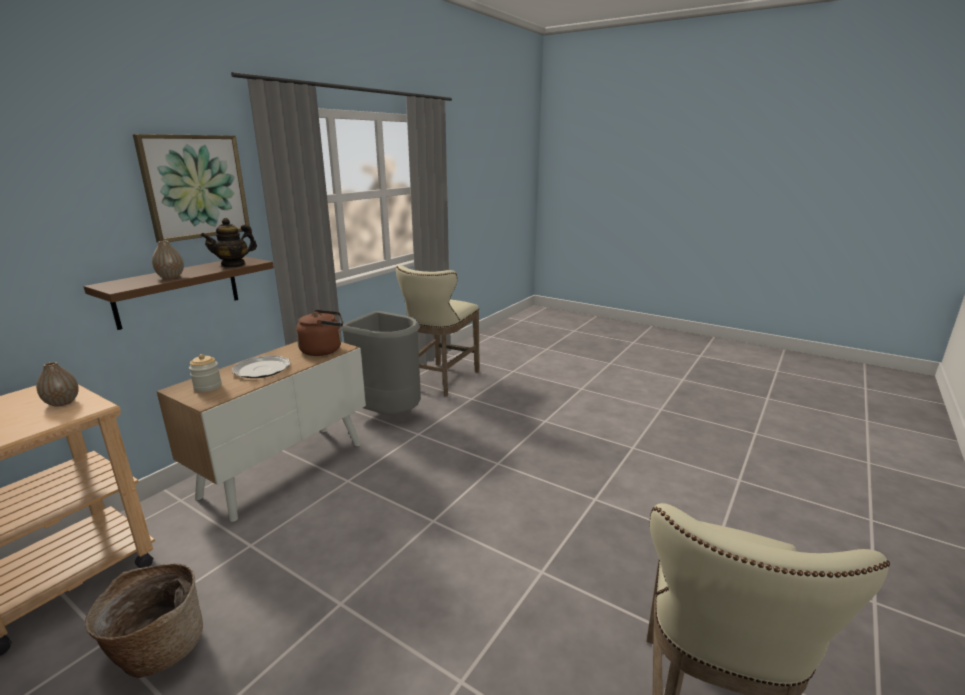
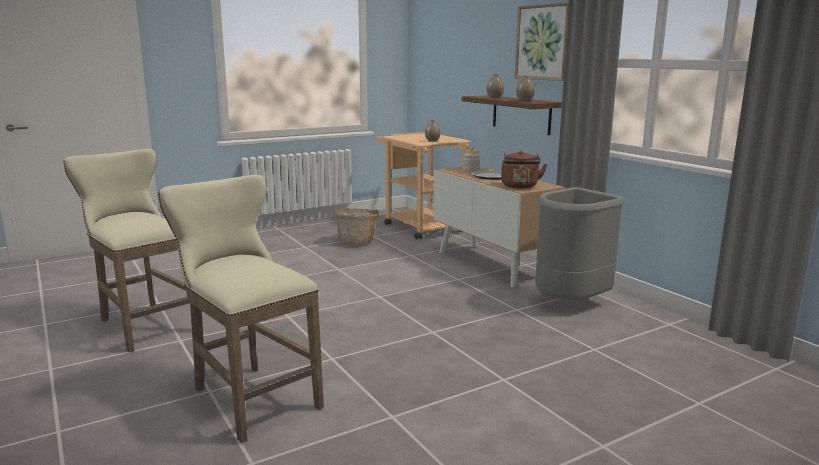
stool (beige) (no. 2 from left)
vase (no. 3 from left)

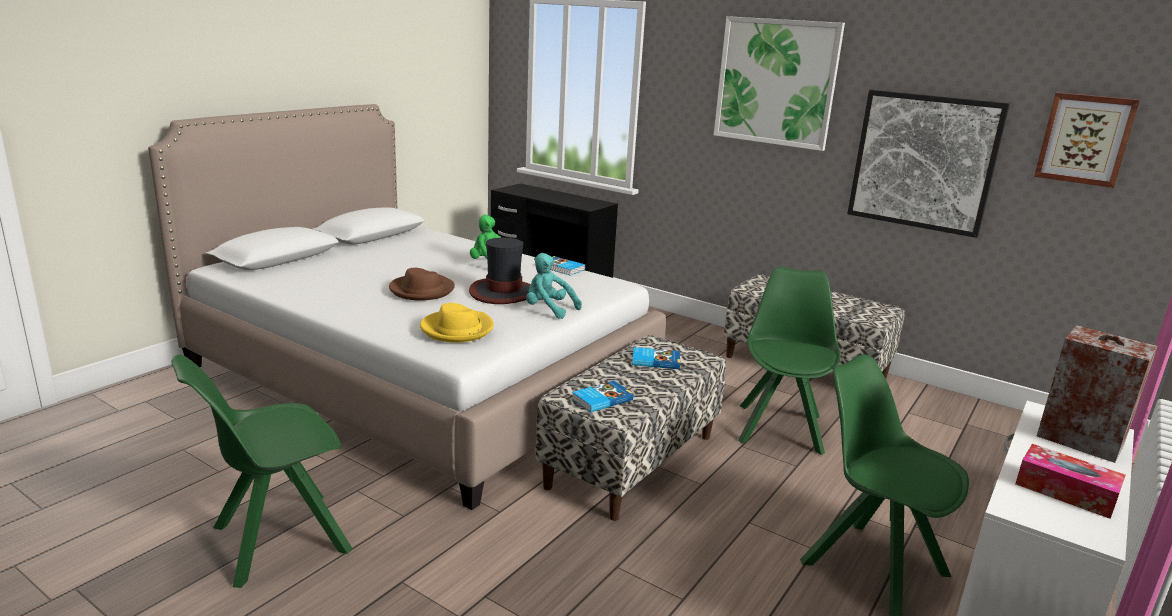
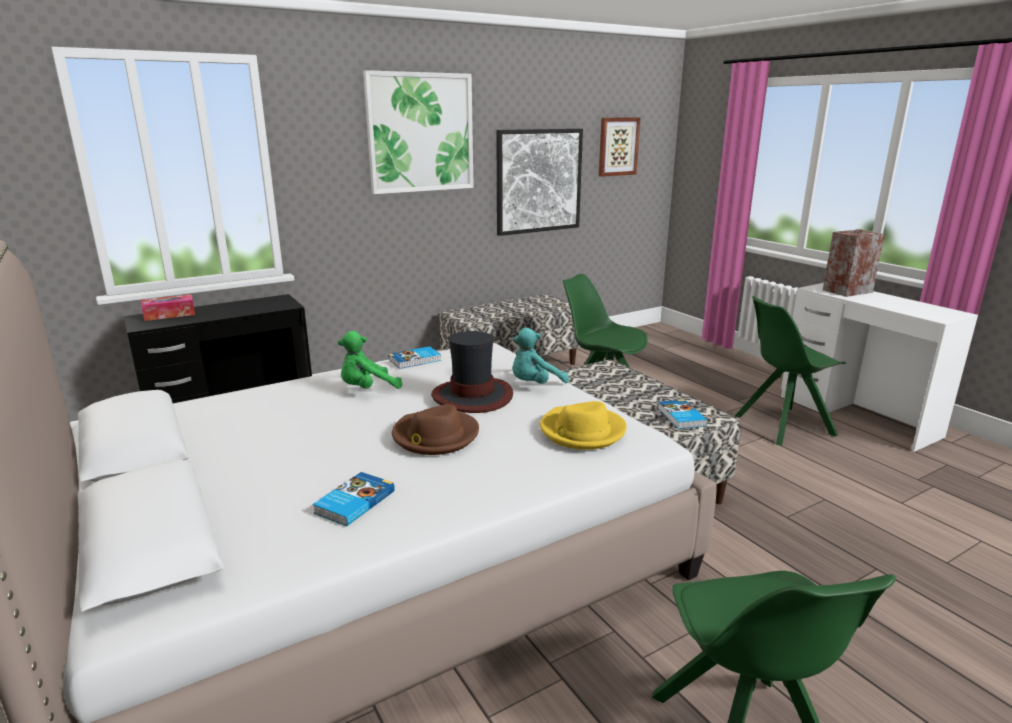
book (no. 1 from left)
tissue box

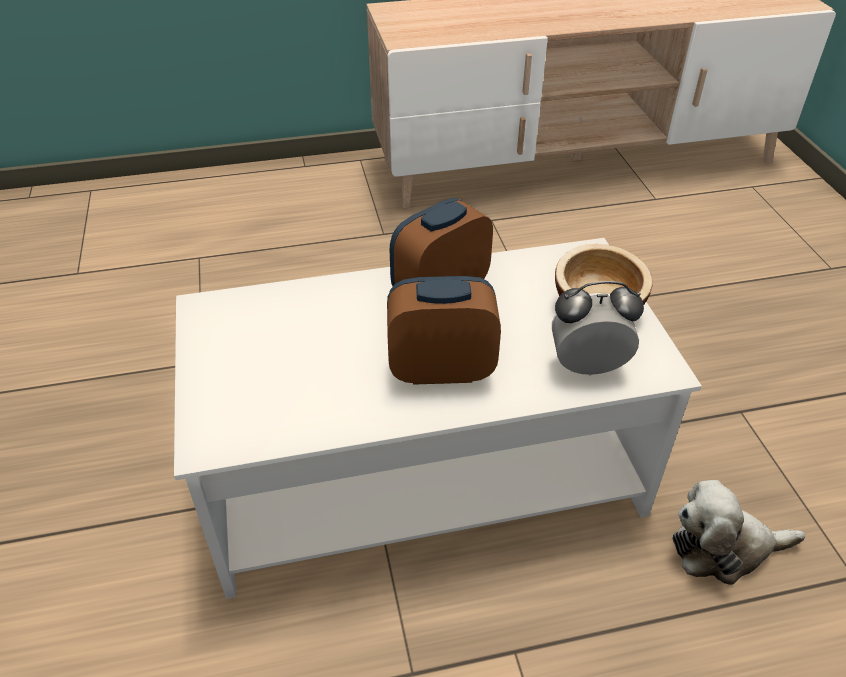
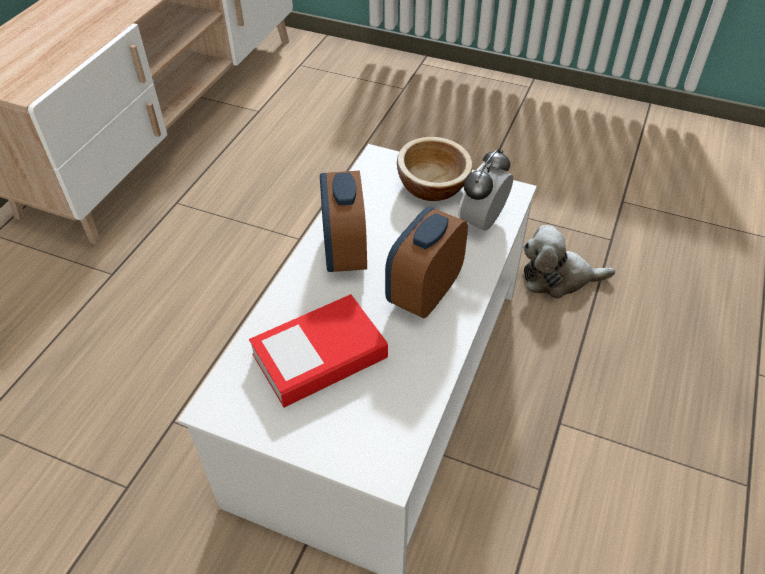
book
plush toy

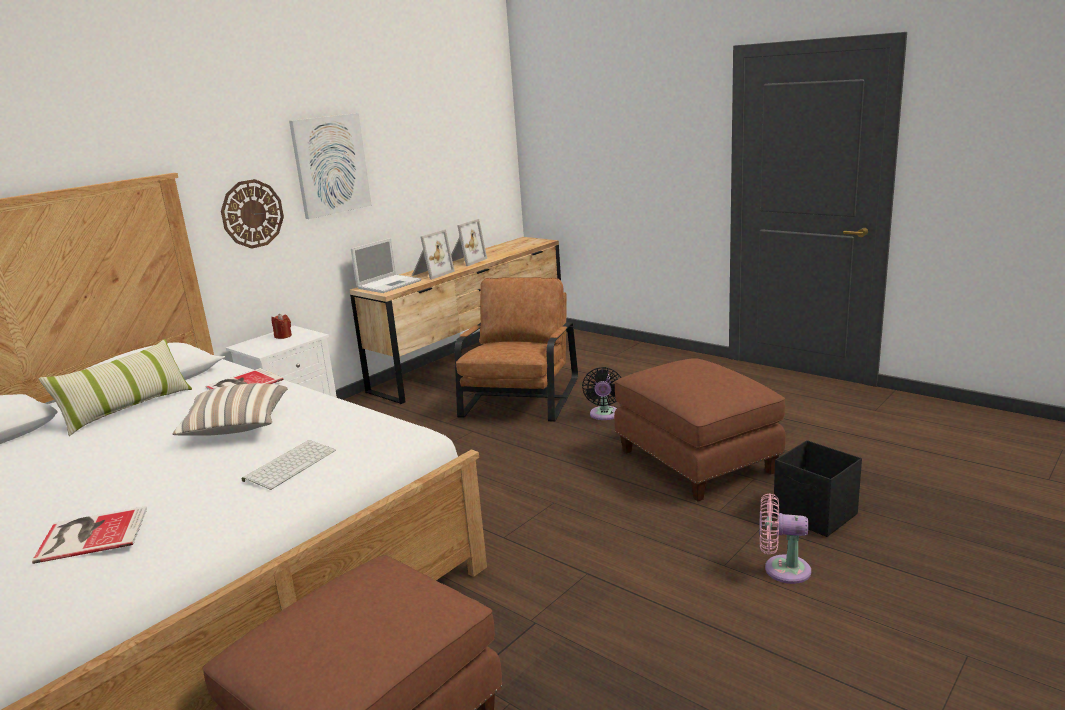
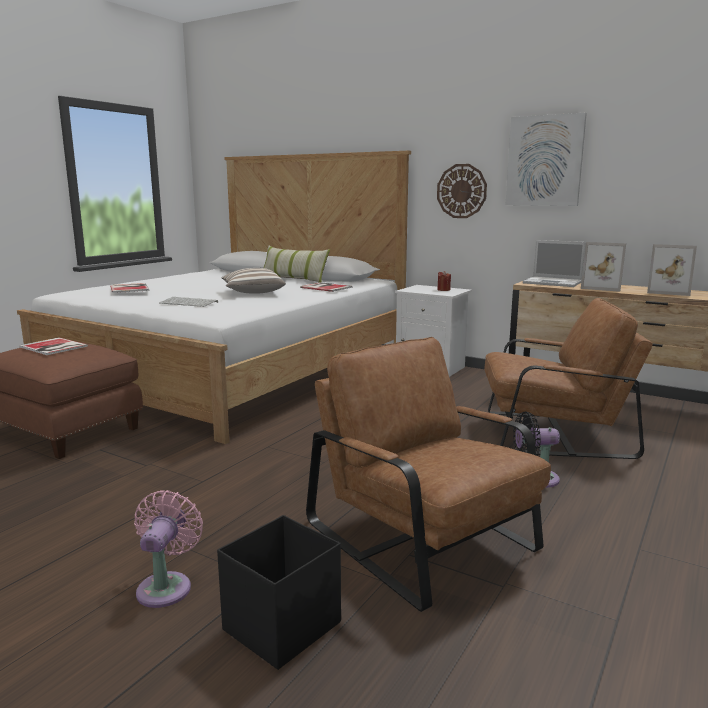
book (no. 1 from left)
armchair (brown) (no. 1 from left)

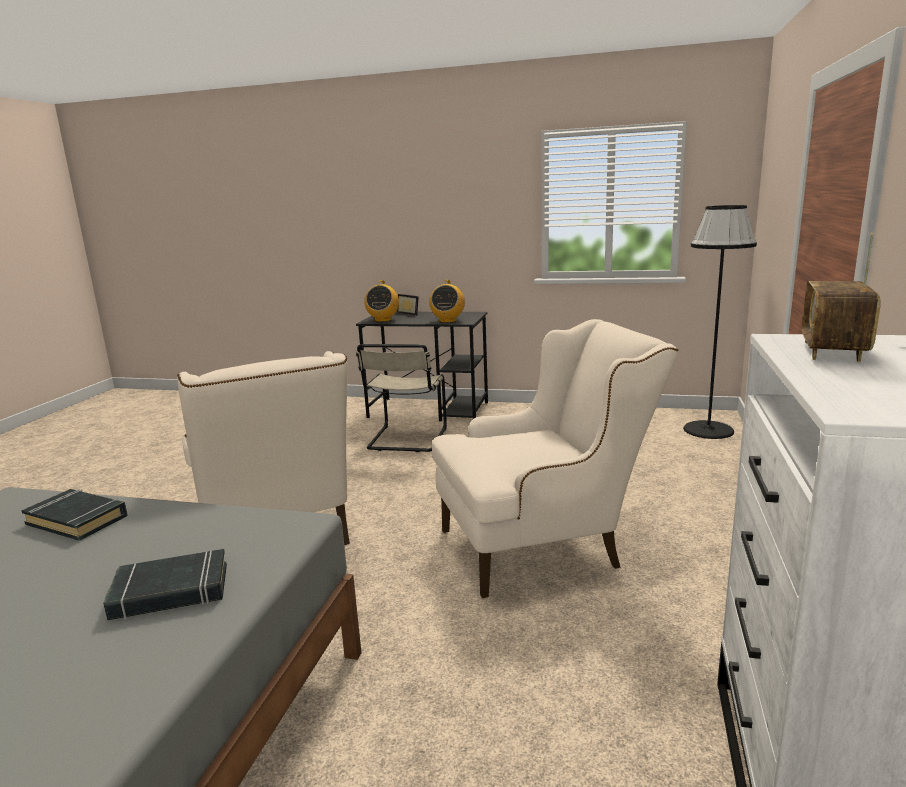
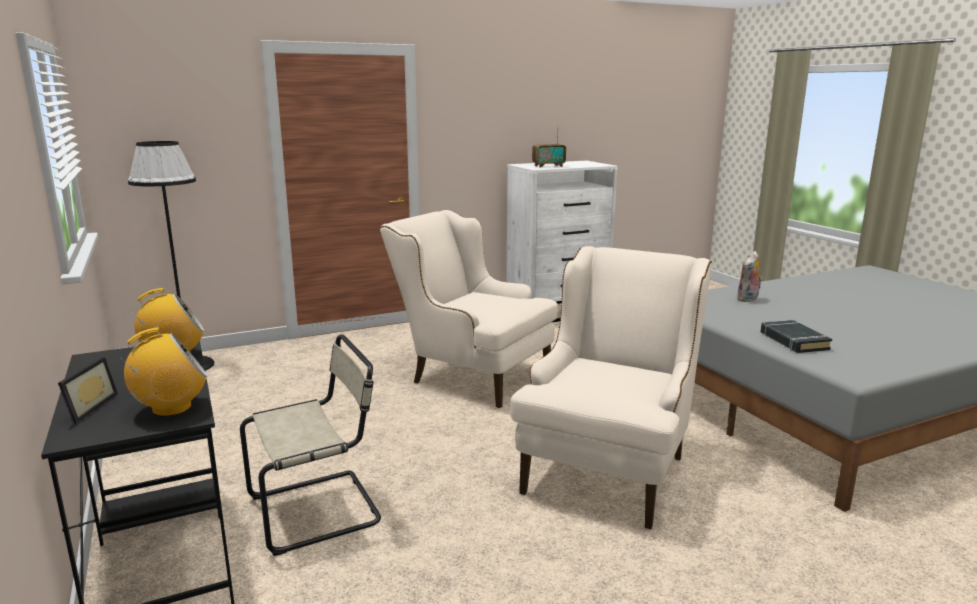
plush toy

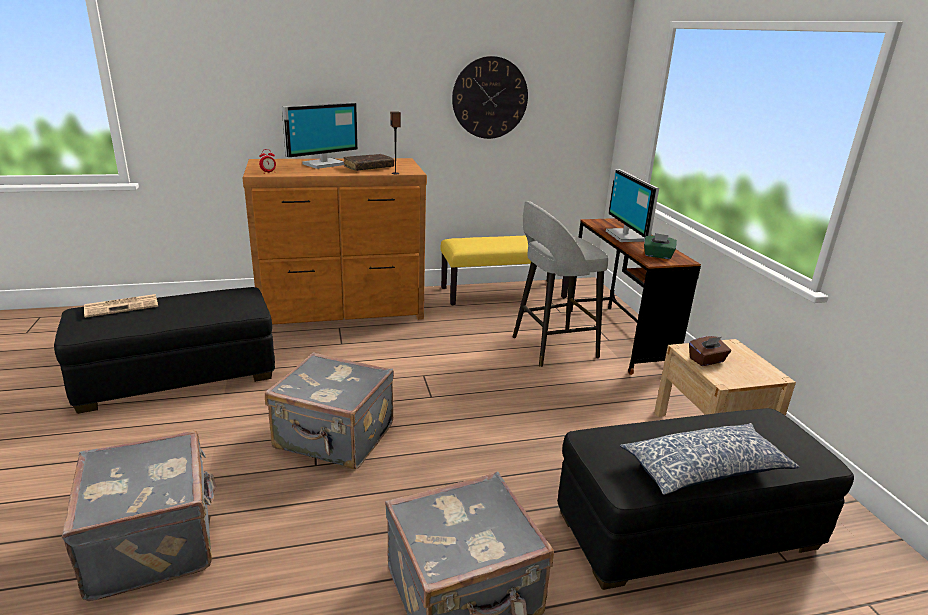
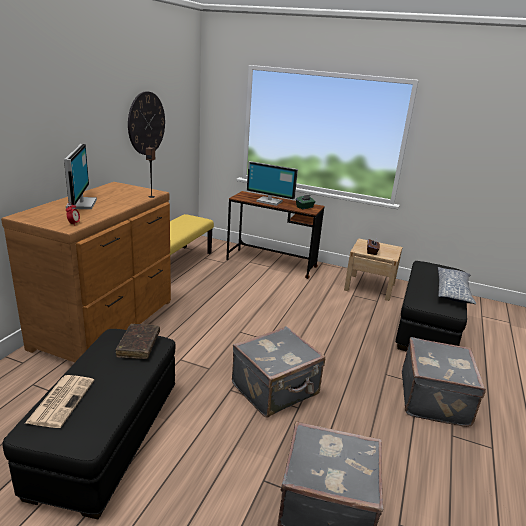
stool (grey)
book (brown)

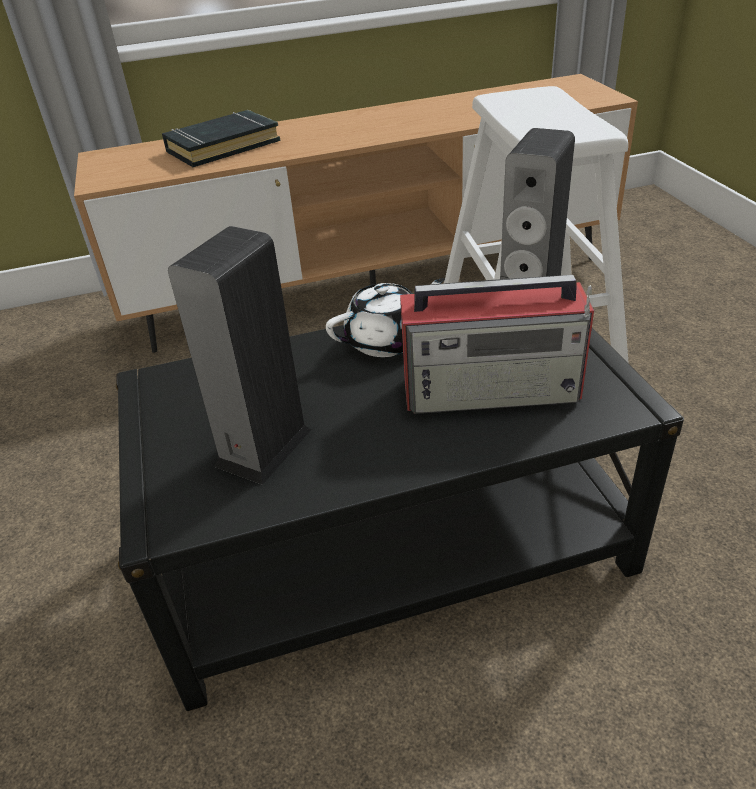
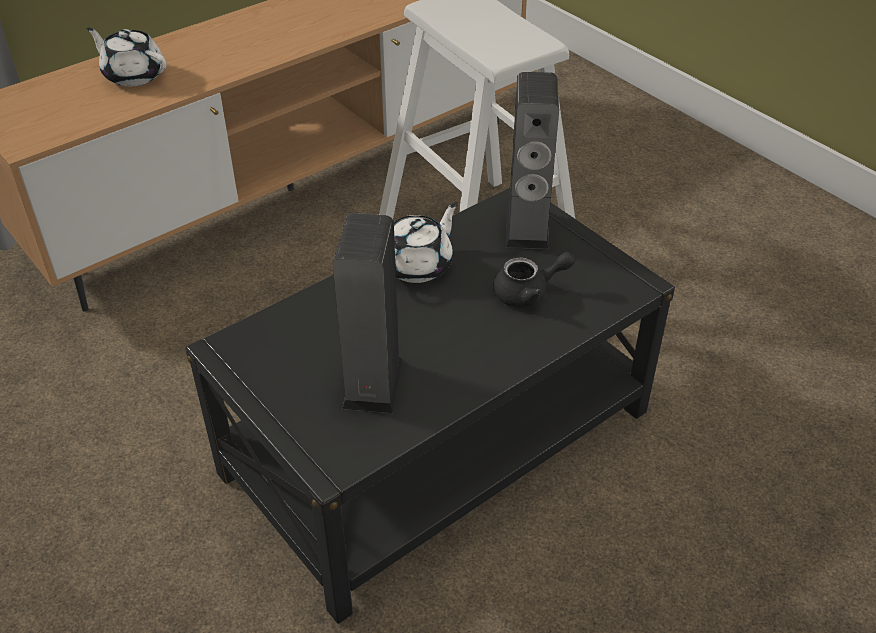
teapot (white) (no. 1 from left)
teapot (black)

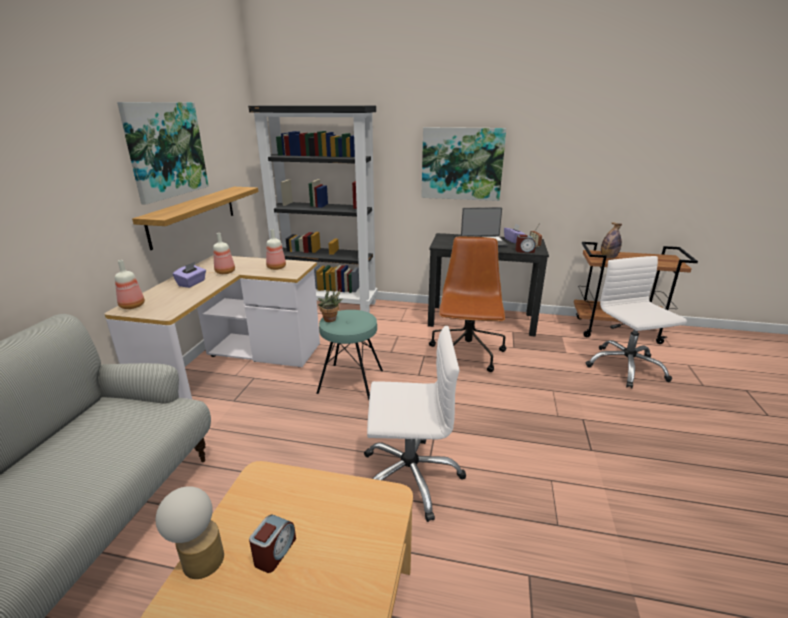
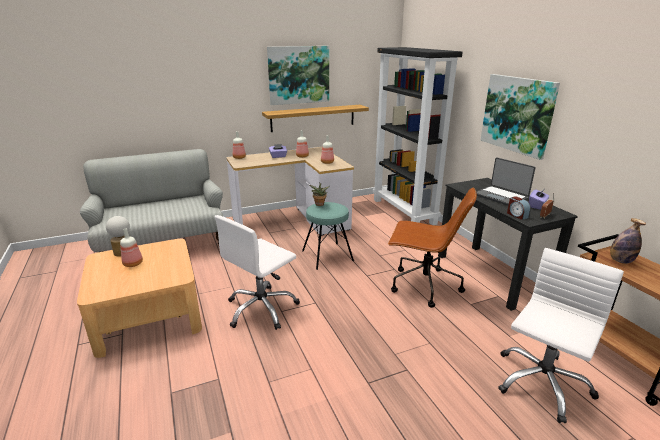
bottle (no. 1 from left)
office chair (white) (no. 1 from left)
office chair (brown)

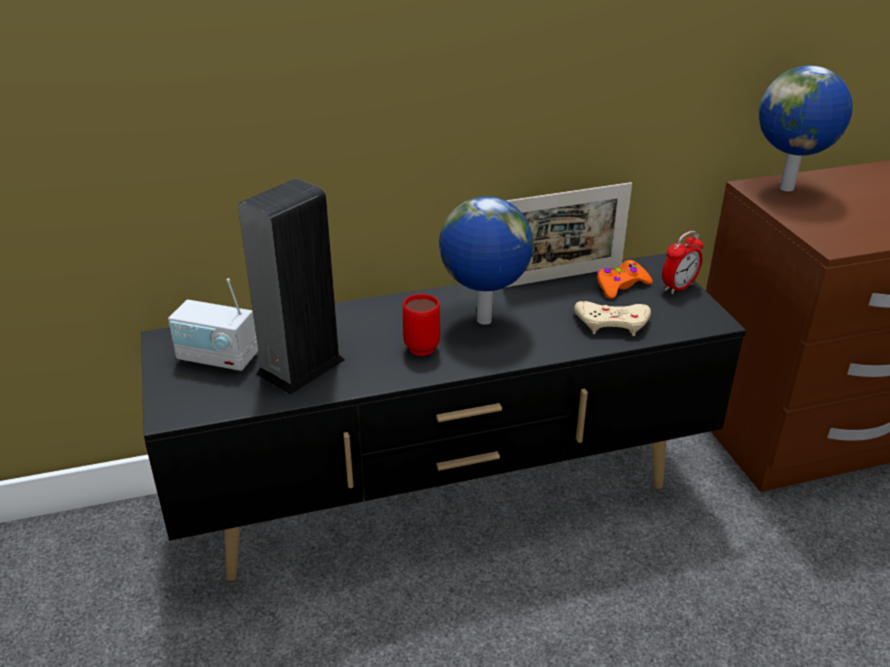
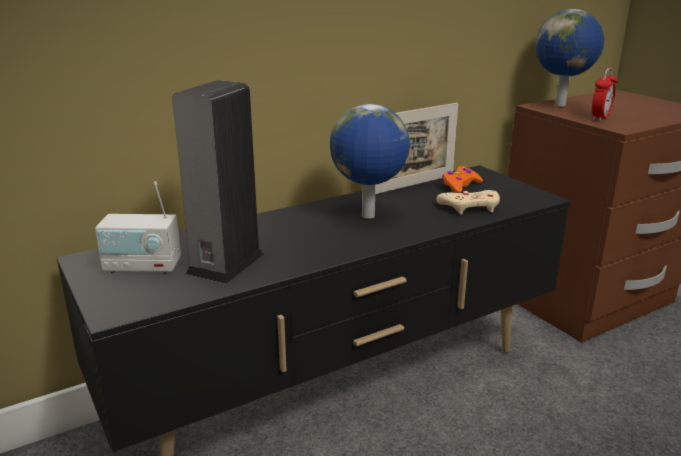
mug (red)
alarm clock

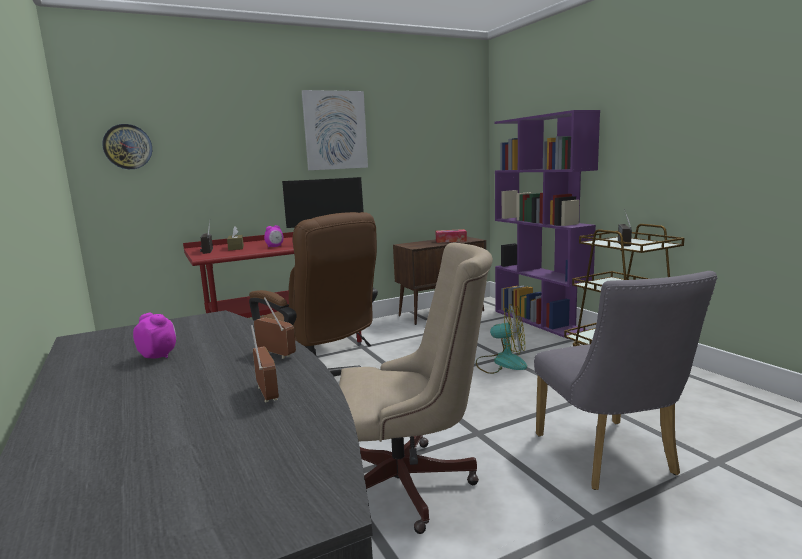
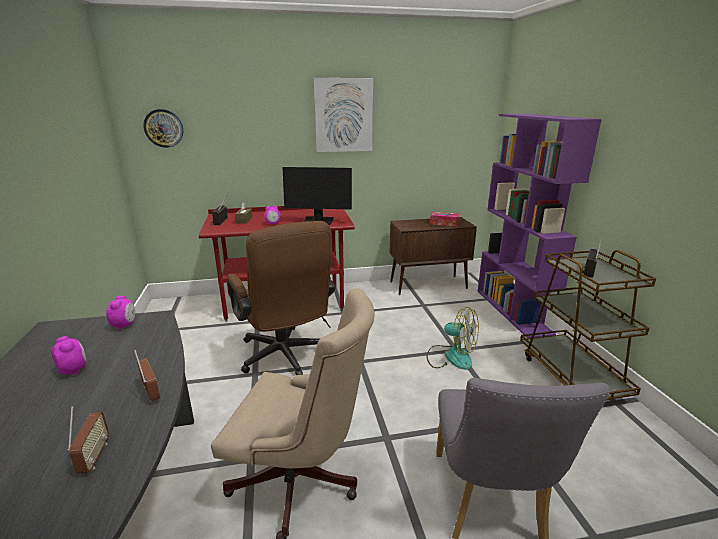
alarm clock (no. 2 from left)

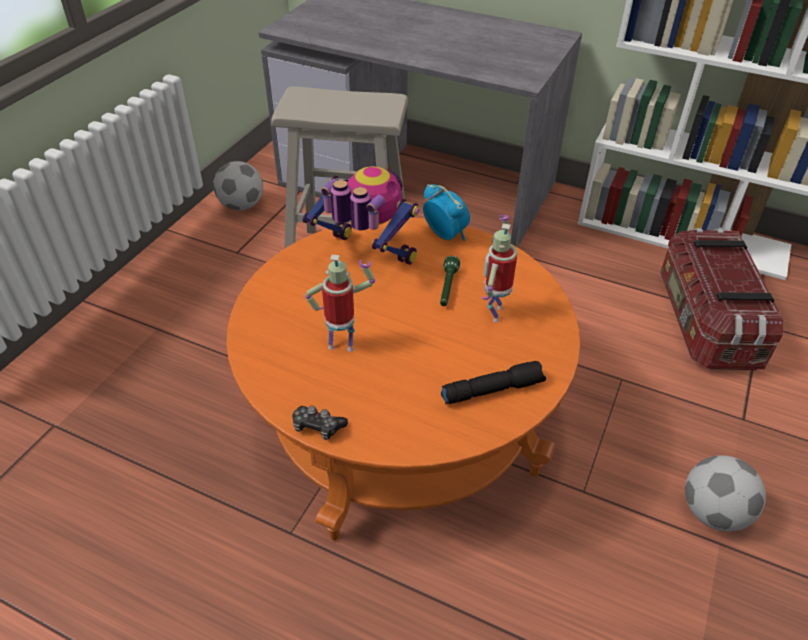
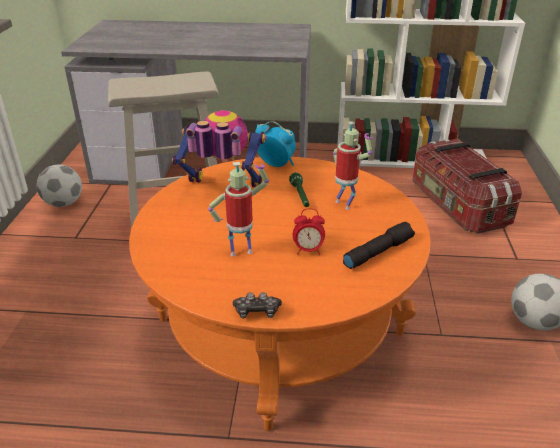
alarm clock (no. 2 from left)
toy robot (no. 3 from left)

